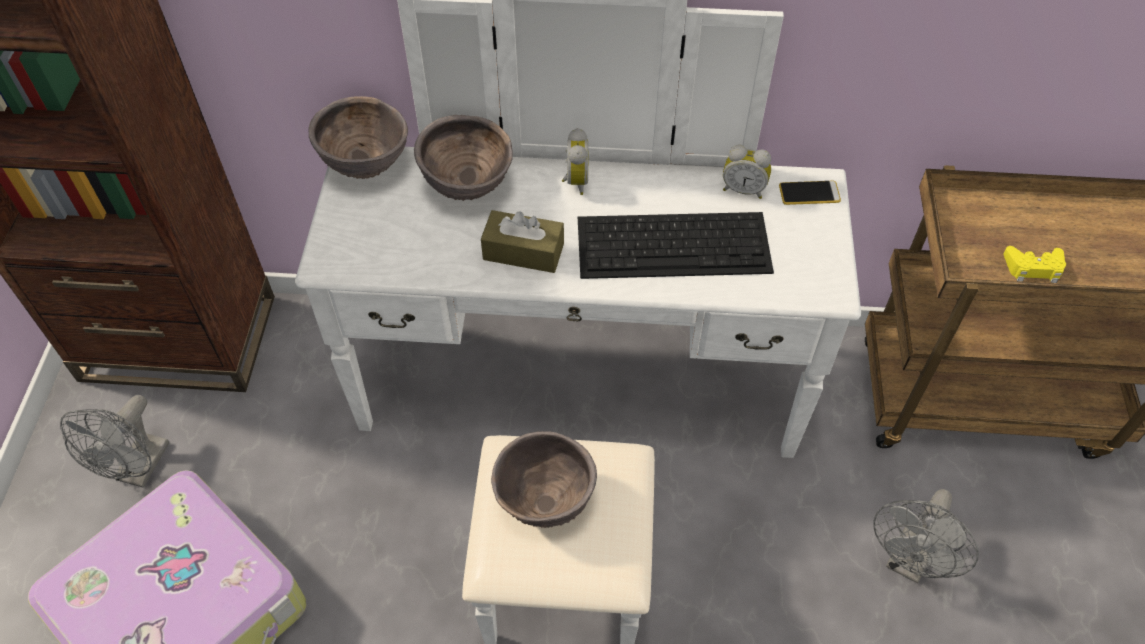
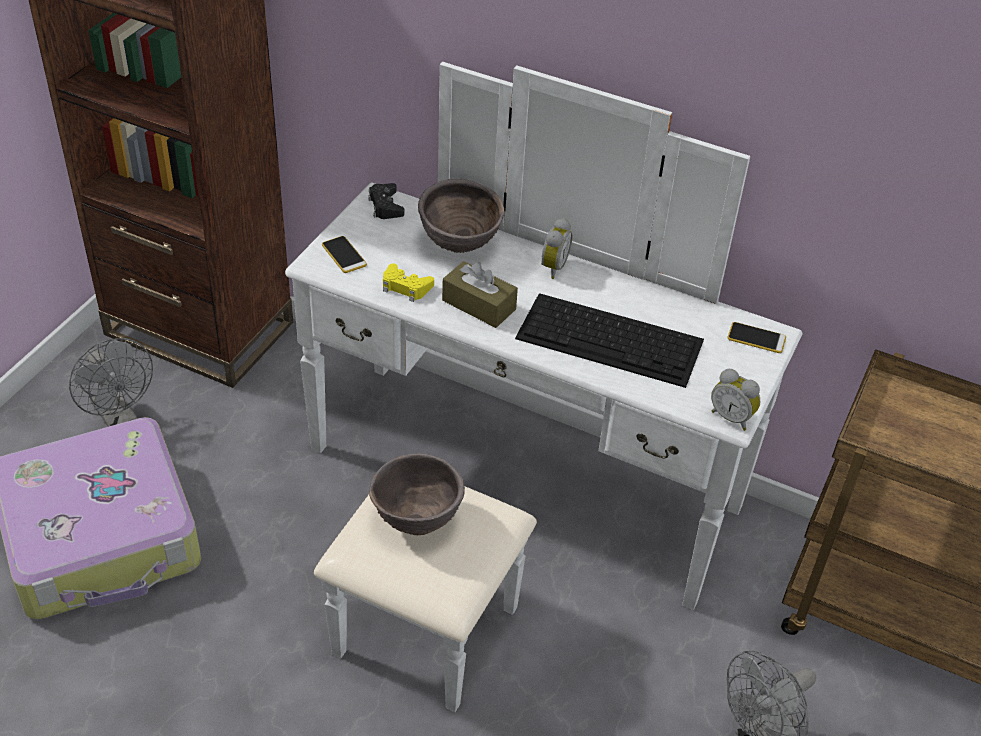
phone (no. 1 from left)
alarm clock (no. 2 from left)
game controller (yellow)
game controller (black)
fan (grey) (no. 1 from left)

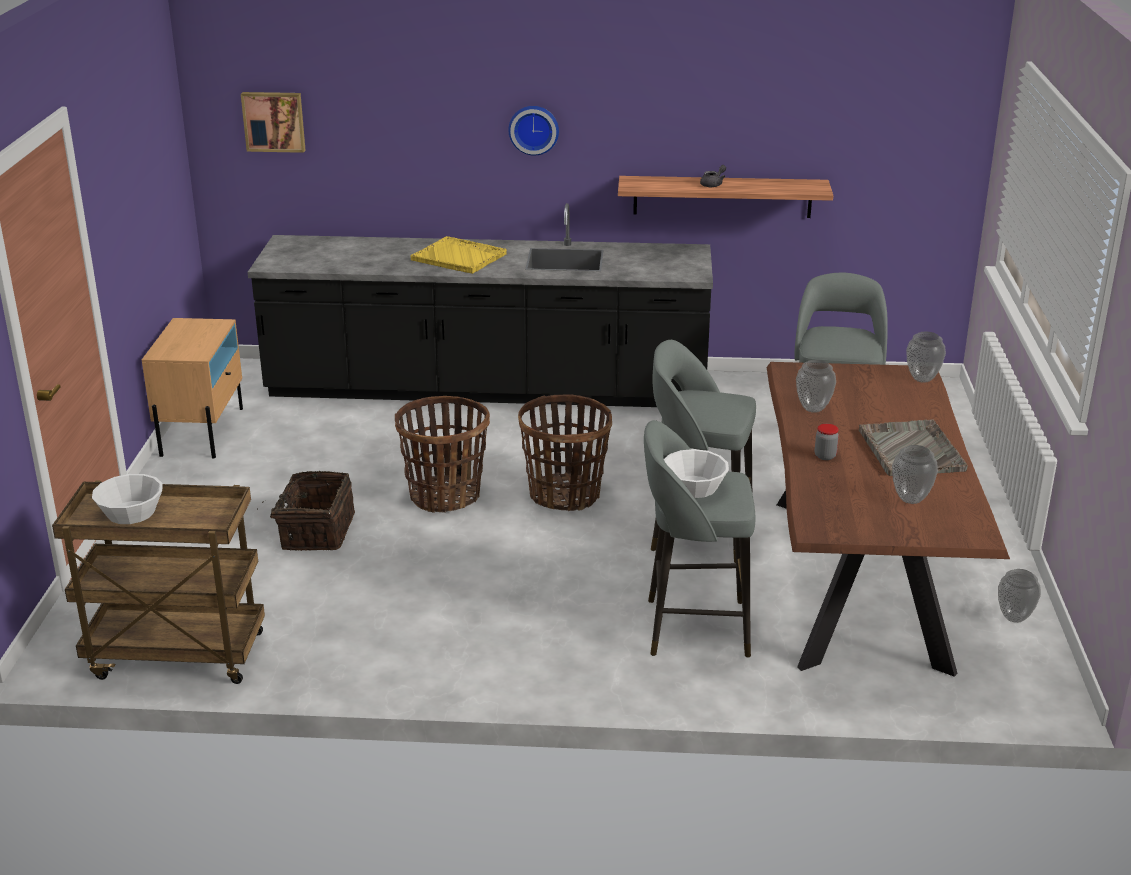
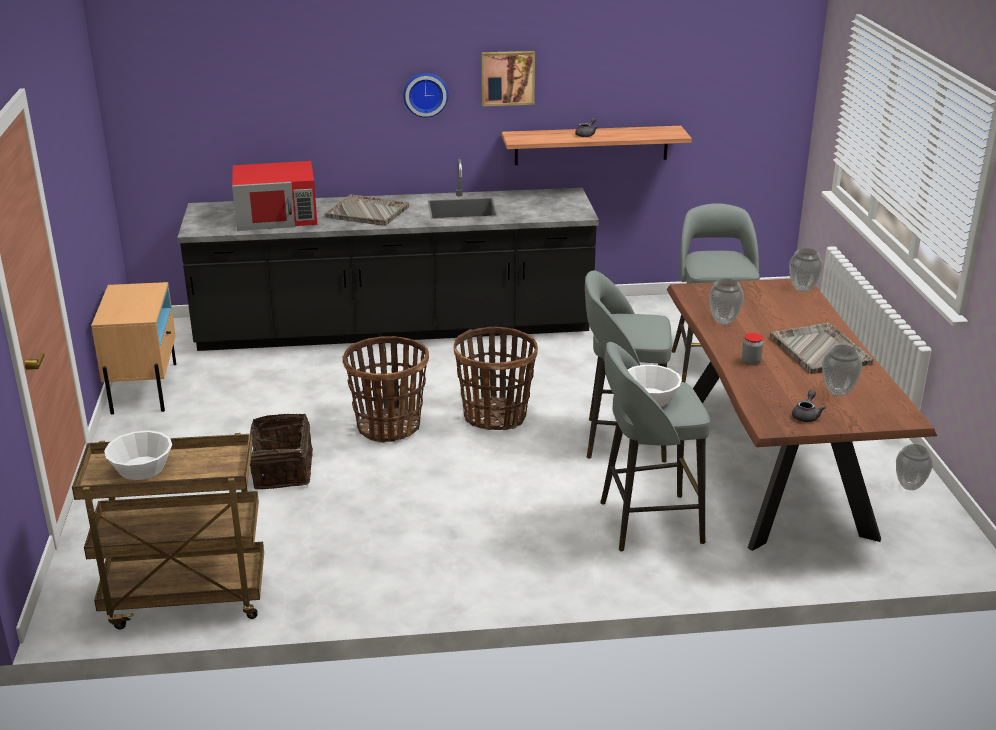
microwave (red)
teapot (grey) (no. 2 from left)
picture
tray (grey) (no. 1 from left)

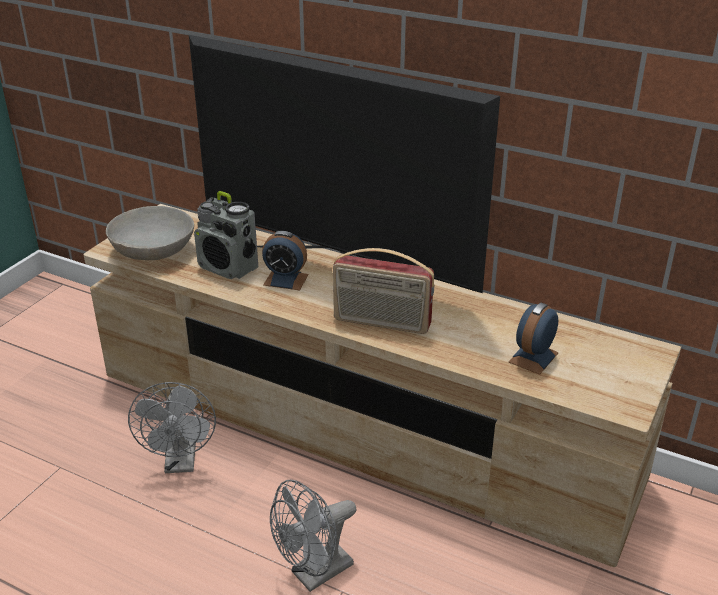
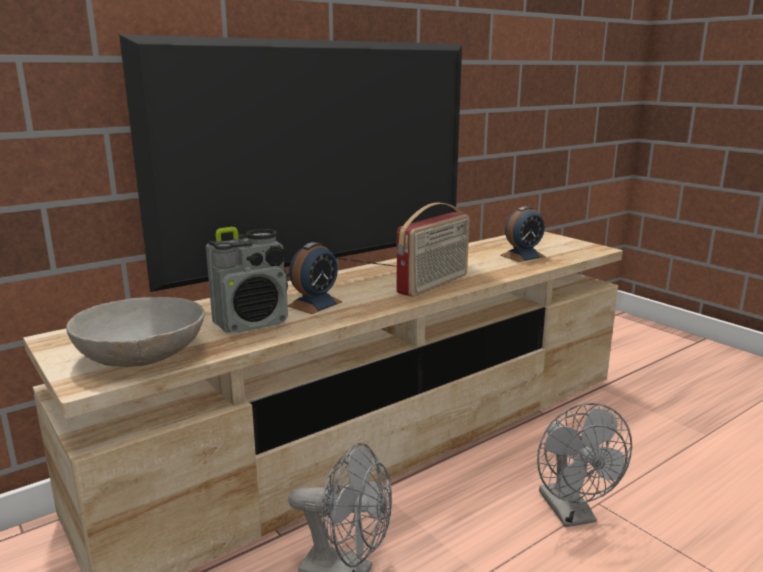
alarm clock (no. 2 from left)

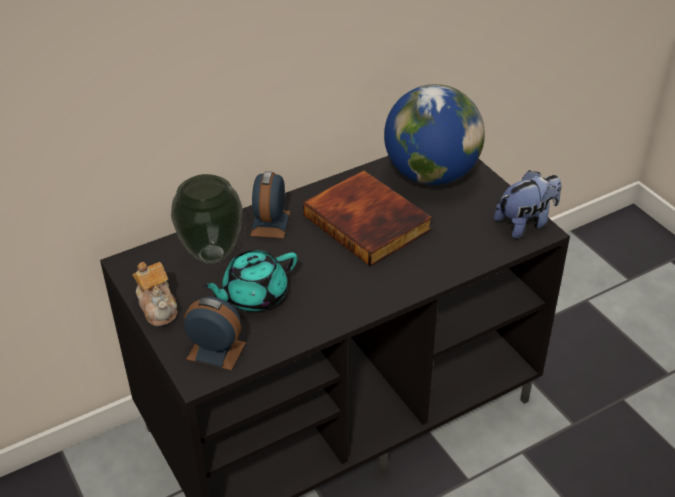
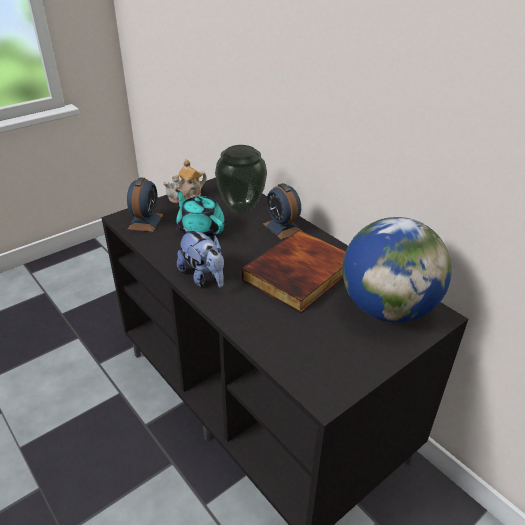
plush toy
alarm clock (no. 2 from left)

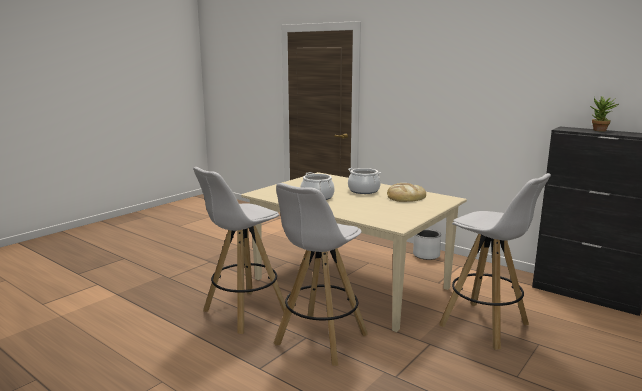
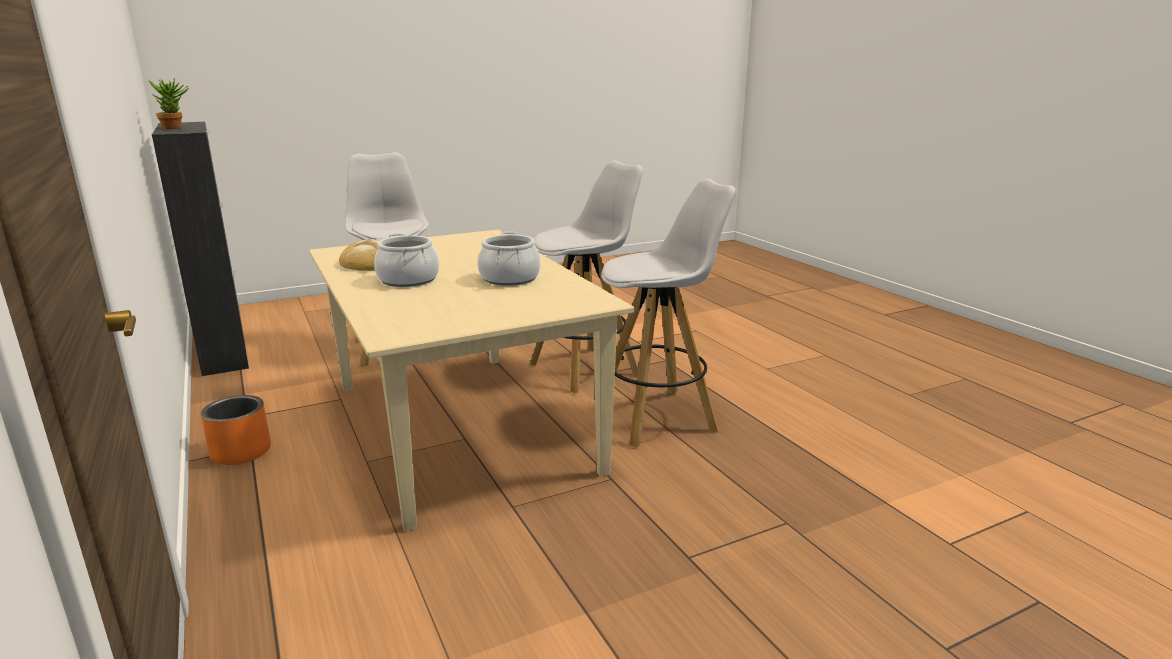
planter (orange)

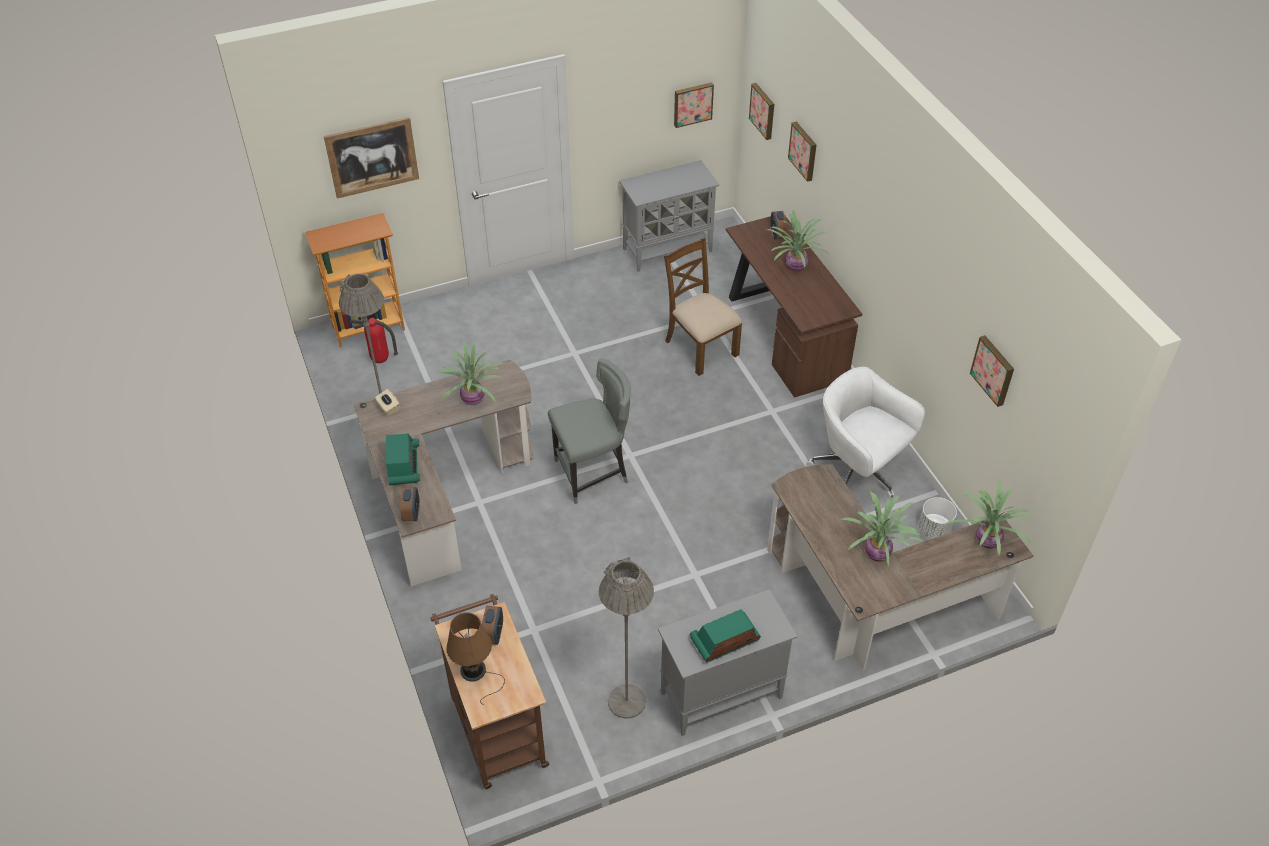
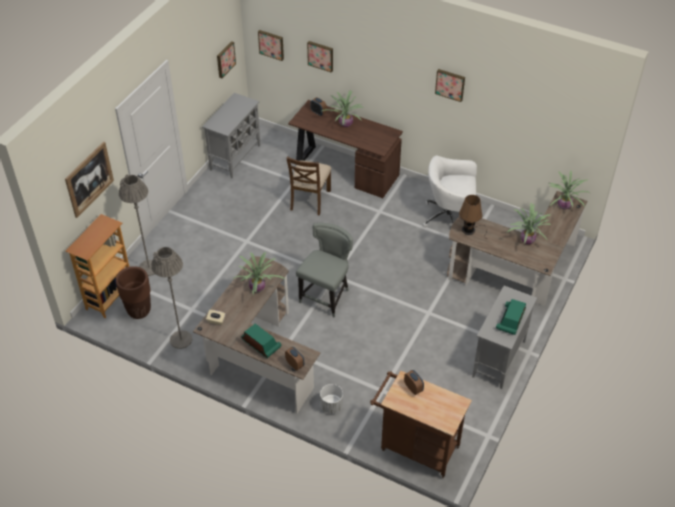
table lamp (brown)
floor lamp (grey) (no. 1 from left)
planter (white)
picture (no. 5 from left)
planter (brown)
chair (brown)

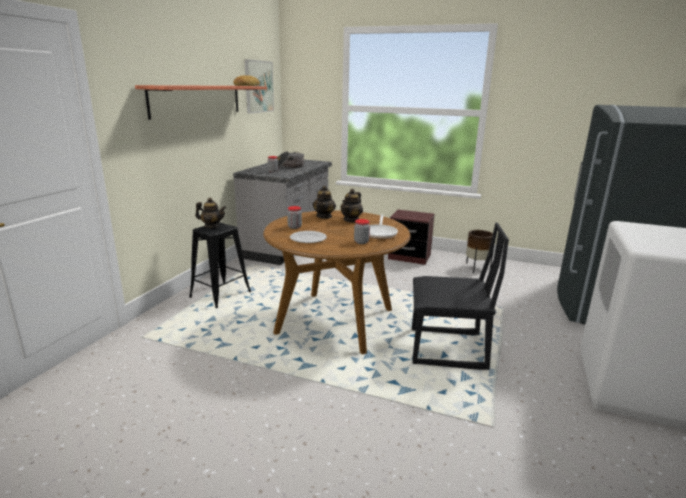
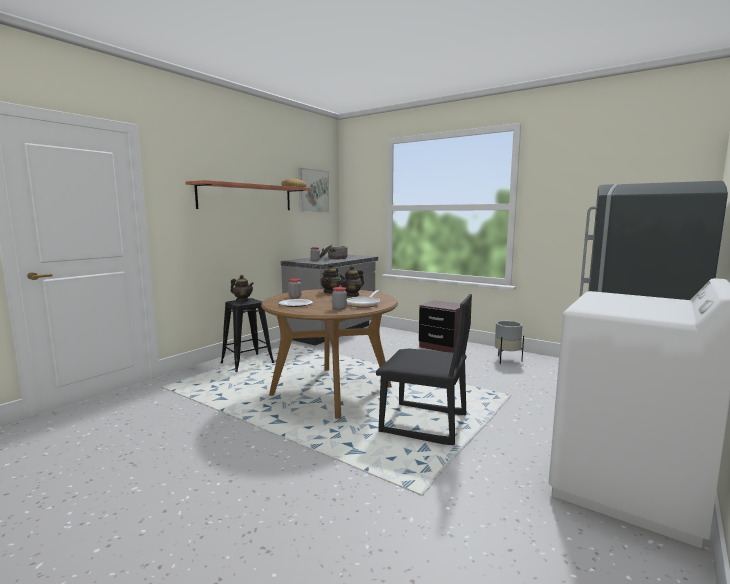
planter (grey)

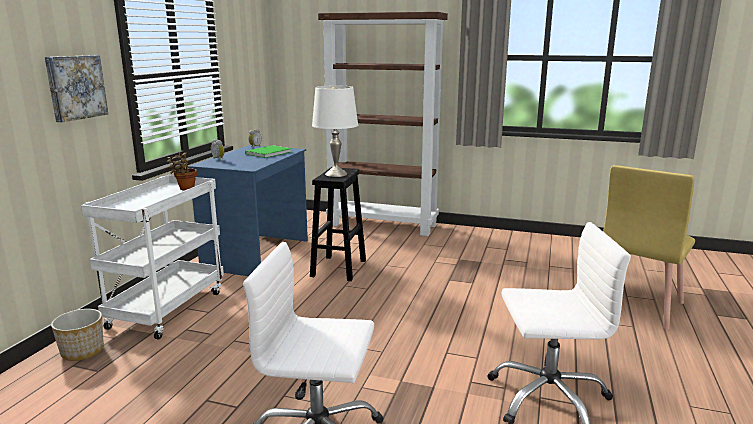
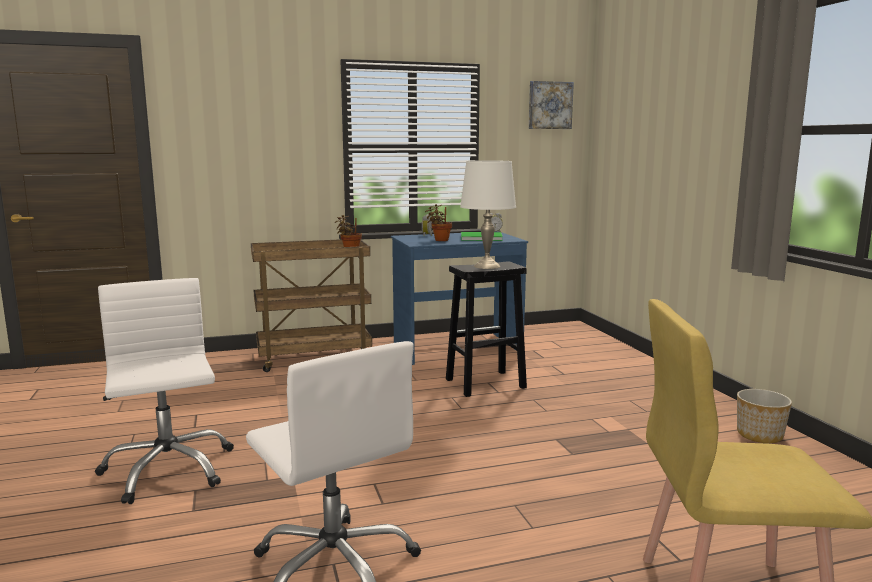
bookcase (brown)
potted plant (no. 2 from left)
picture
planter
cart (brown)

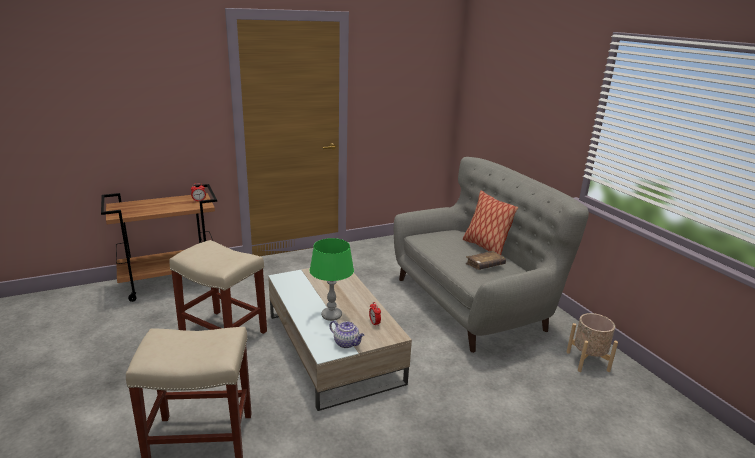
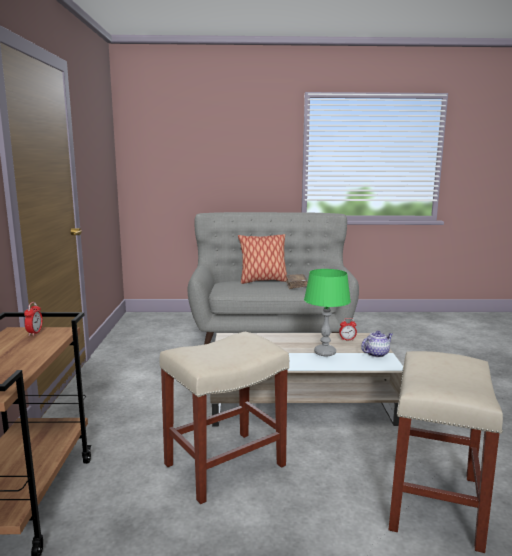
planter (beige)

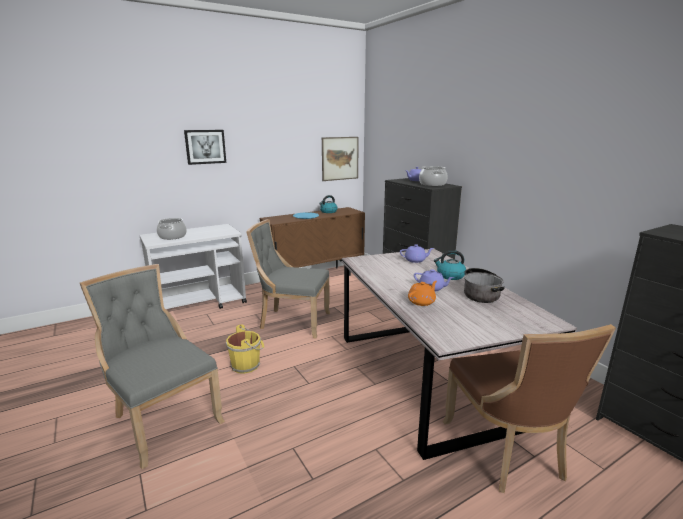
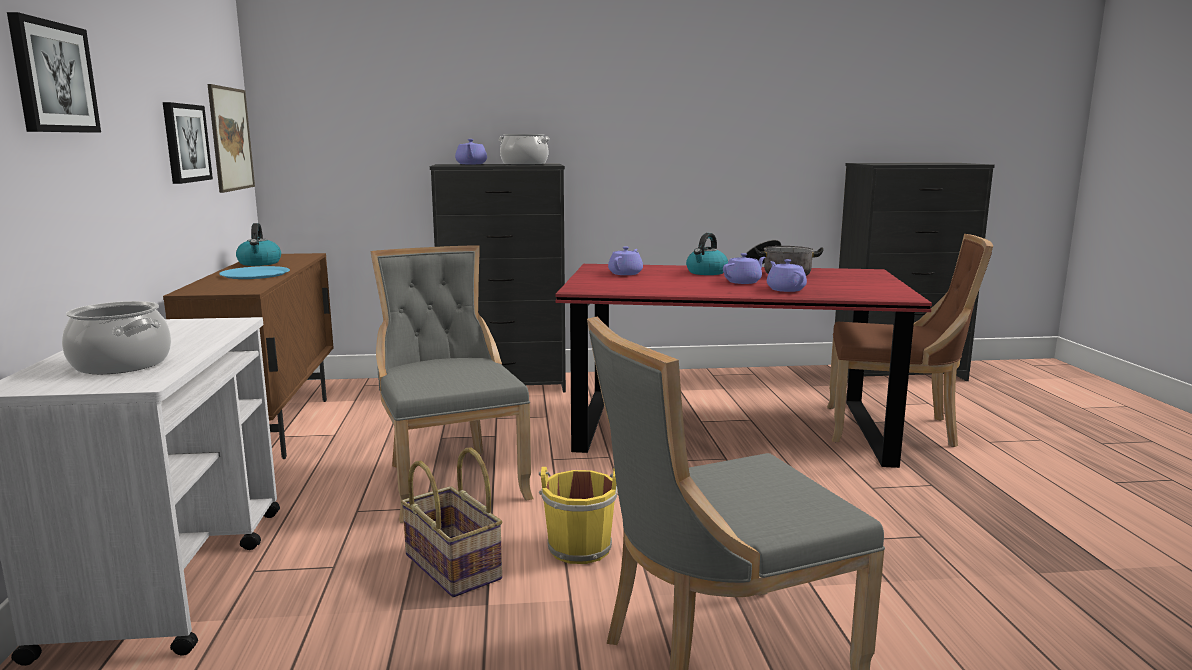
picture (no. 2 from left)
basket
dining table (red)
teapot (purple) (no. 4 from left)
chair (grey) (no. 1 from left)

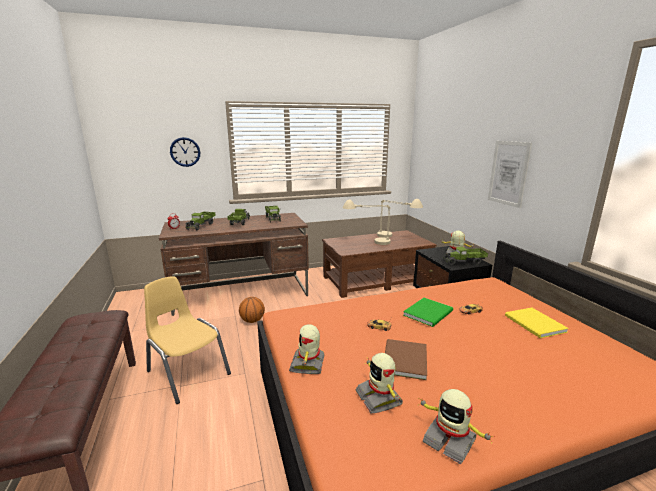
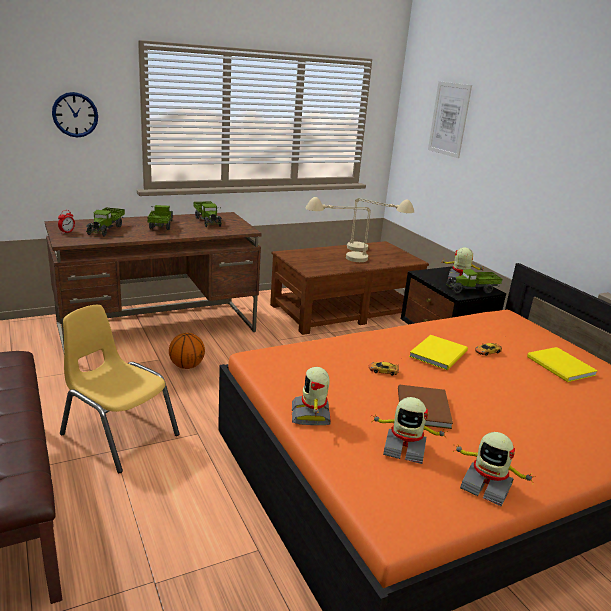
picture
book (yellow) (no. 1 from left)
toy robot (no. 2 from left)

